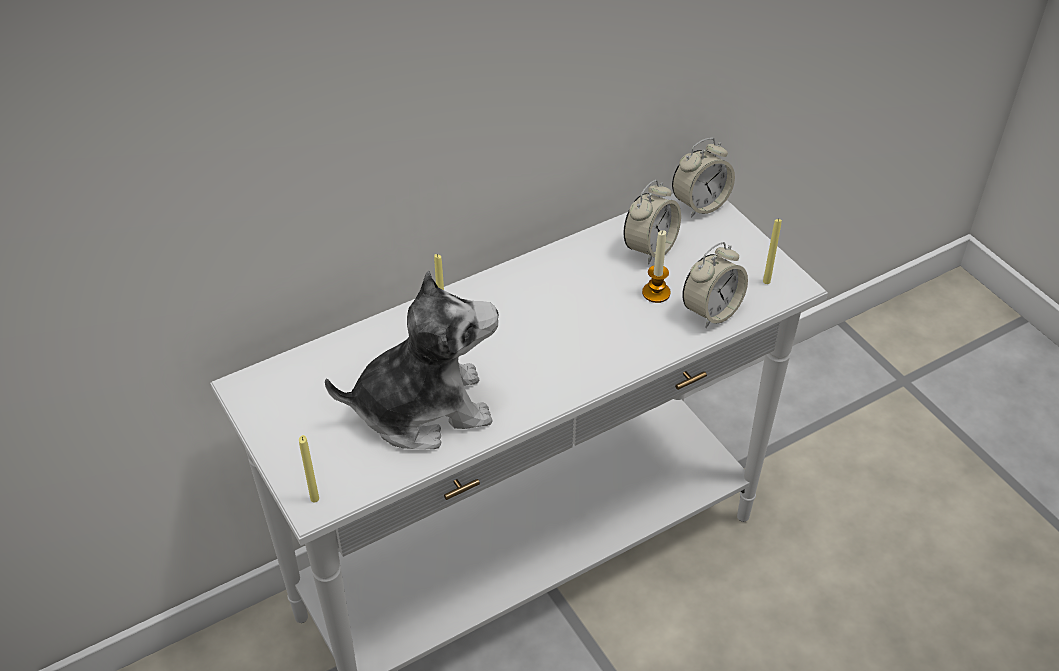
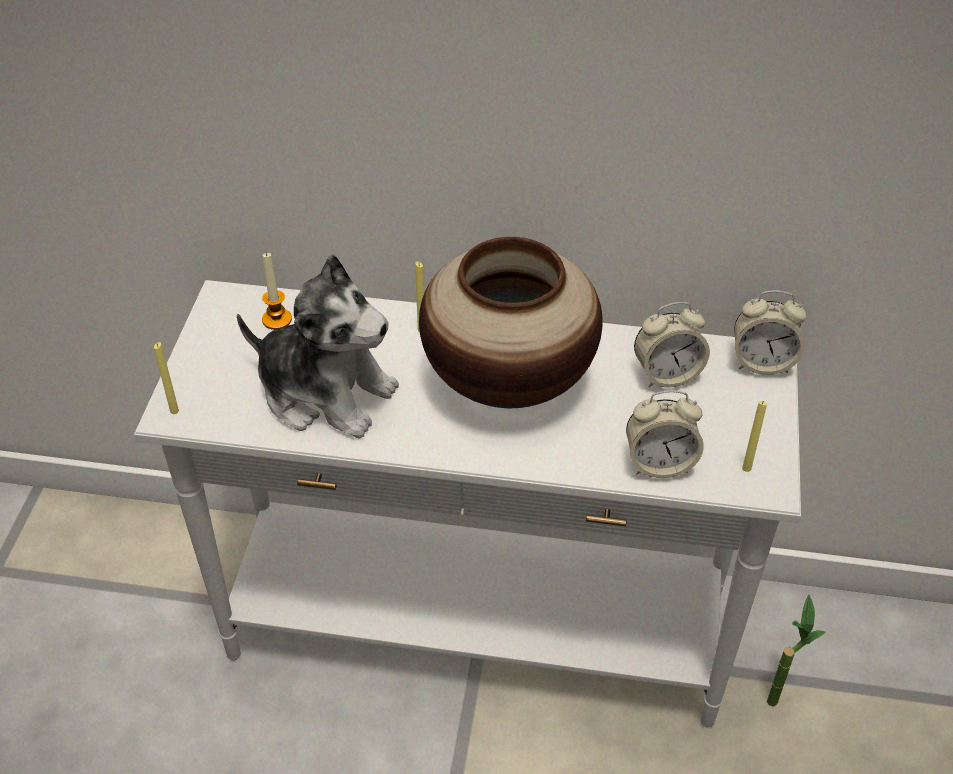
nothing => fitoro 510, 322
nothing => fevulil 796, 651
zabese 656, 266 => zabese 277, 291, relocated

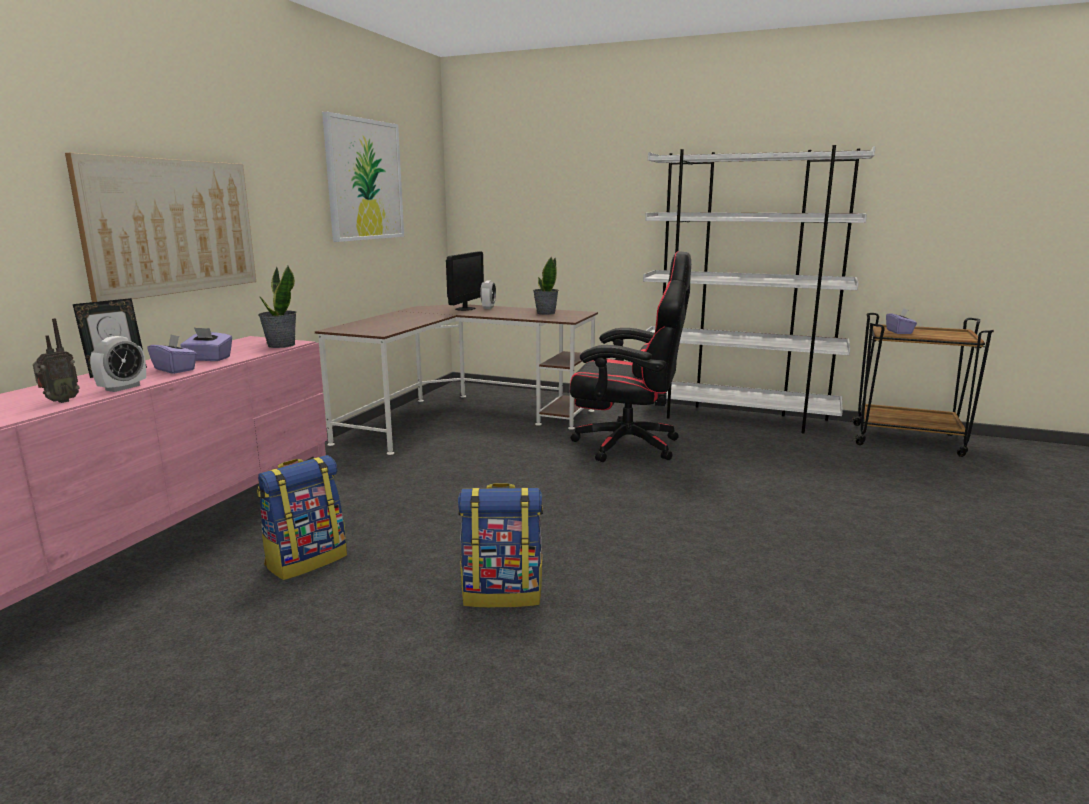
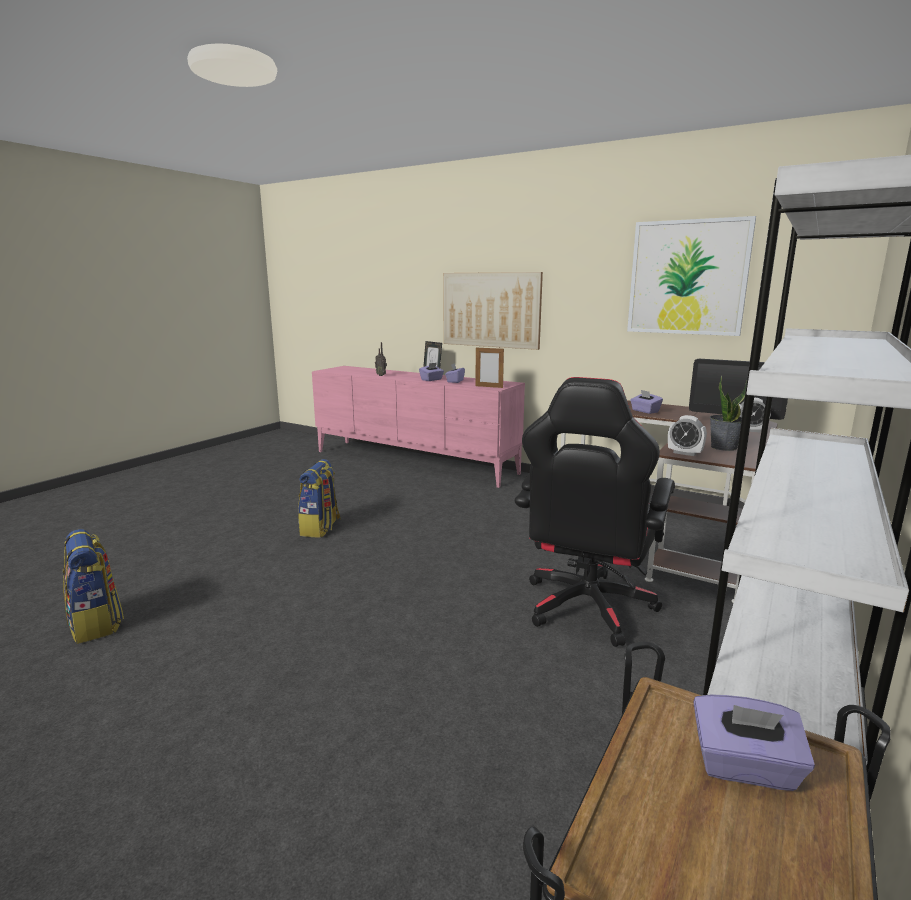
nothing => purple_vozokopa 646, 402
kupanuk 118, 364 => kupanuk 687, 435, relocated
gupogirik 302, 517 => gupogirik 93, 586, relocated
fevulil 277, 307 => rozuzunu 489, 367

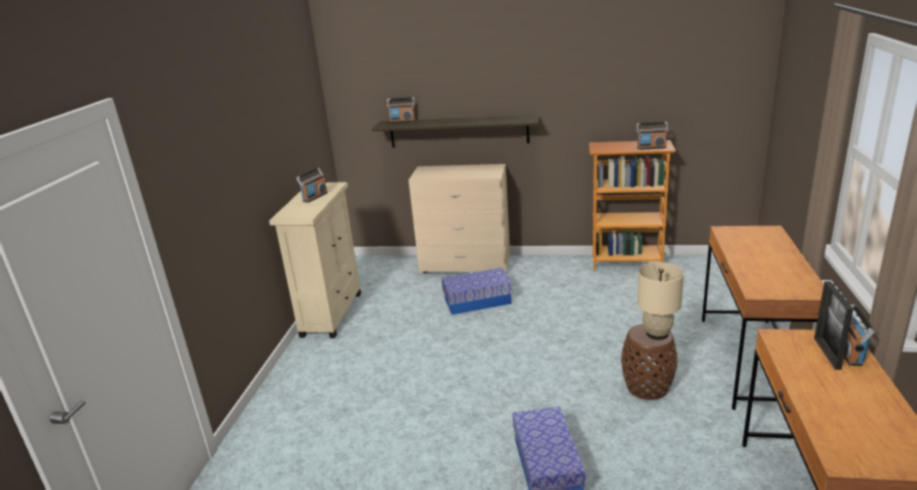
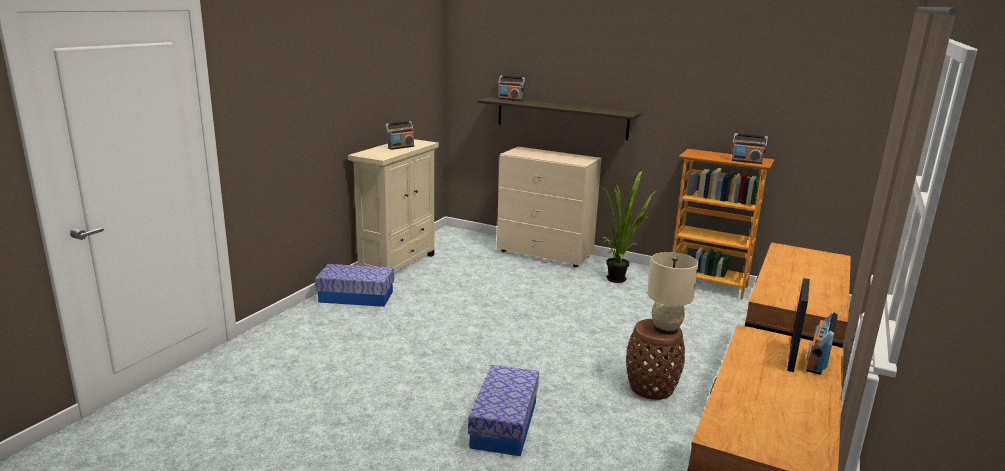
nothing => fevulil 627, 227
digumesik 477, 291 => digumesik 354, 285, relocated

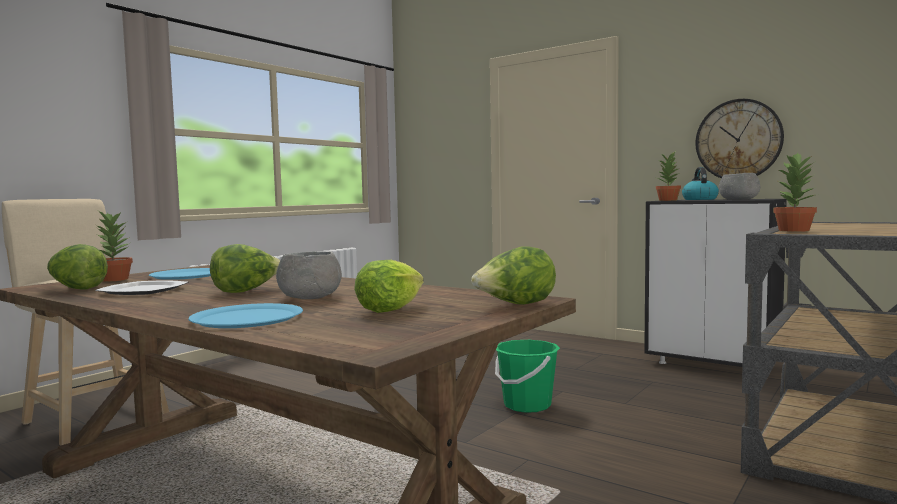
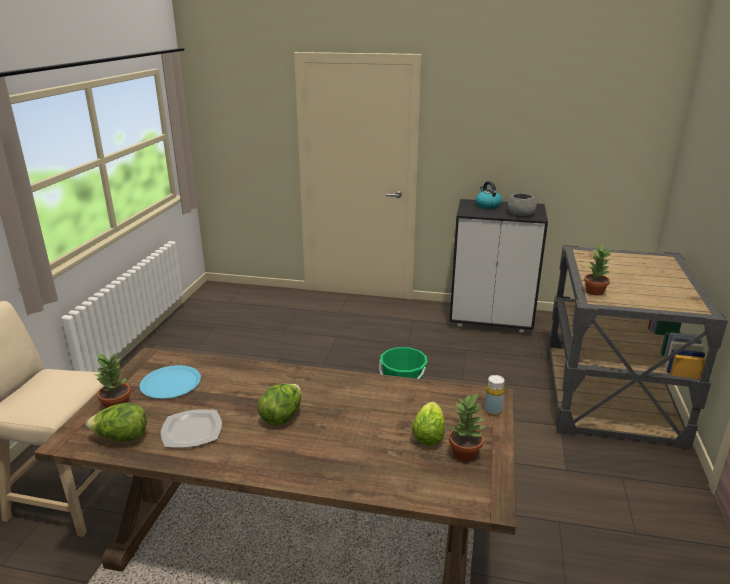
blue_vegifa 245, 315 => nothing
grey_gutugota 309, 275 => nothing
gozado 740, 138 => nothing
fevulil 668, 176 => fevulil 466, 427, relocated
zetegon 513, 275 => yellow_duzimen 494, 395

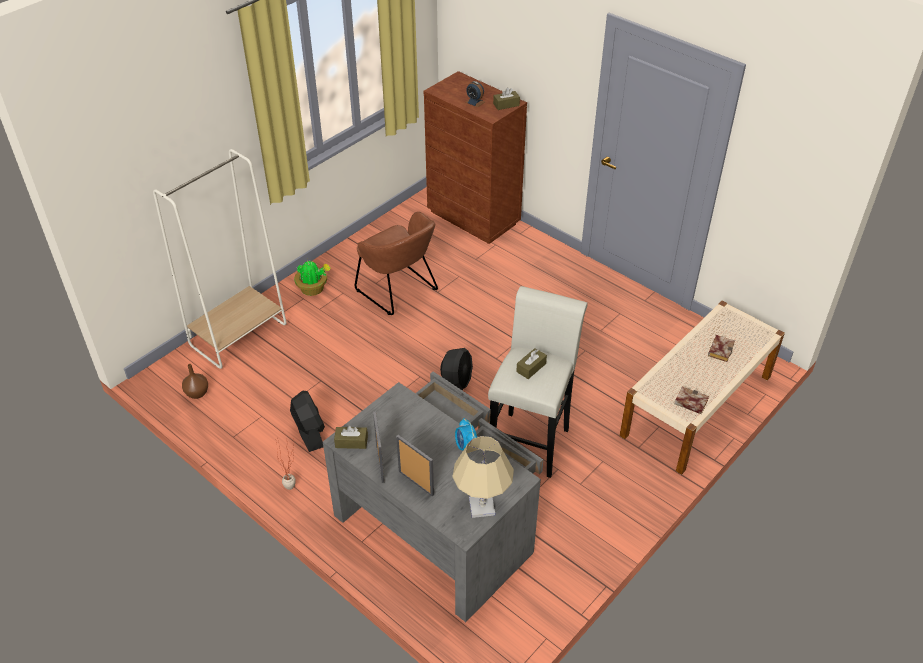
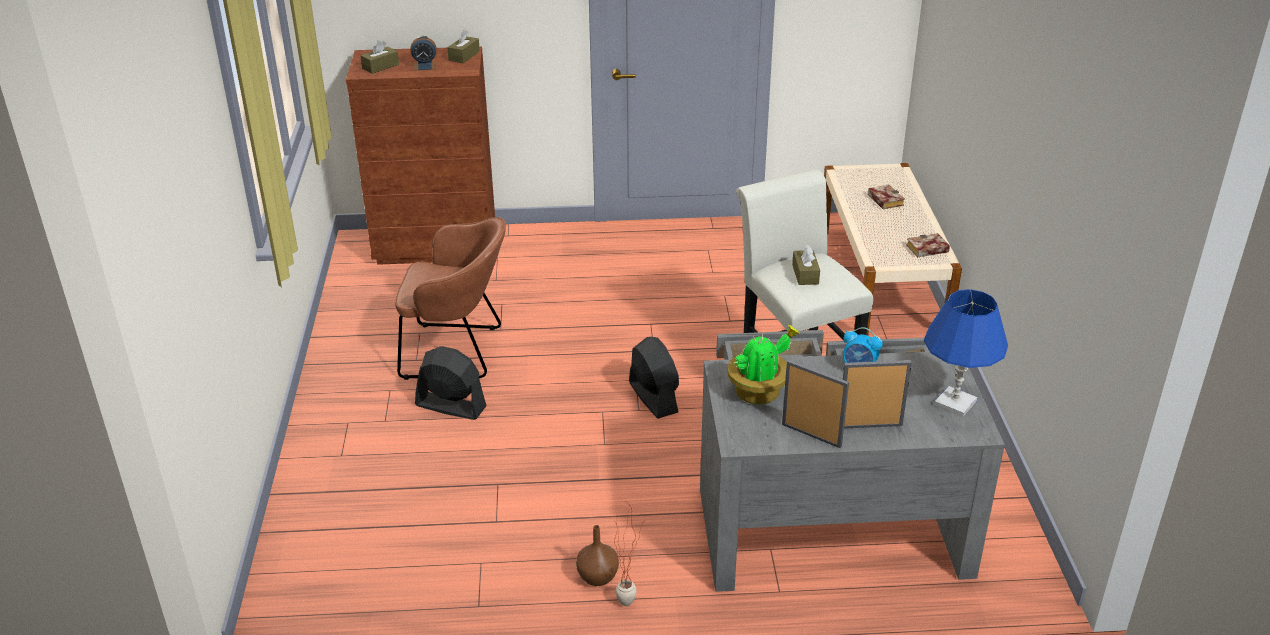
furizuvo 219, 259 => nothing
brown_fitoro 195, 381 => brown_fitoro 597, 555, relocated
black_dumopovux 307, 421 => black_dumopovux 451, 383, relocated
fevulil 312, 278 => fevulil 763, 364, relocated
brown_vozokopa 351, 437 => brown_vozokopa 379, 57, relocated
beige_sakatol 483, 477 => blue_sakatol 966, 353

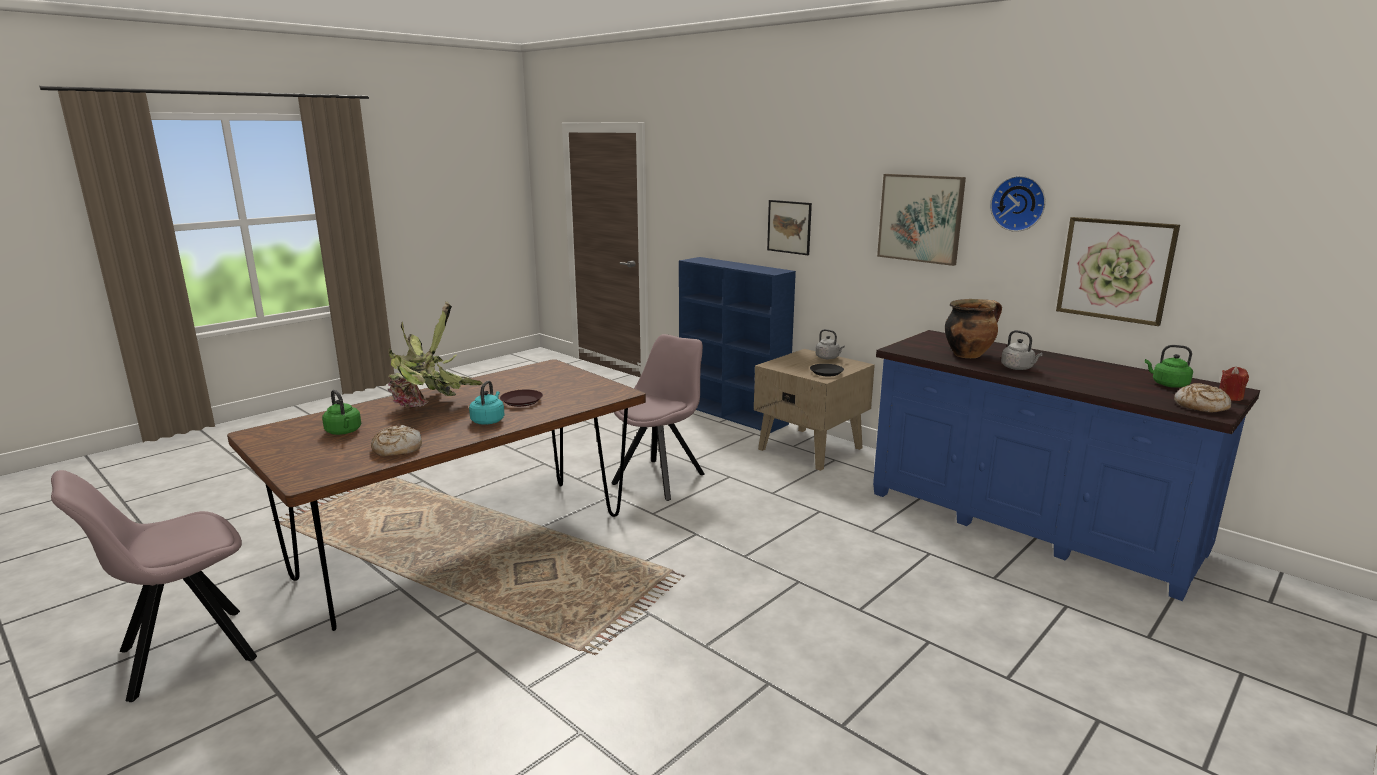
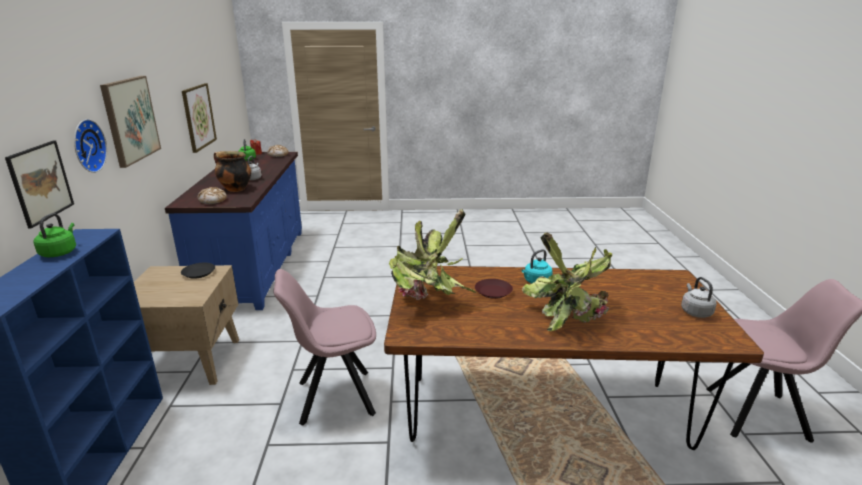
nothing => fevulil 432, 254
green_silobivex 341, 412 => green_silobivex 54, 235, relocated
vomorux 396, 440 => vomorux 212, 195, relocated
grey_silobivex 830, 344 => grey_silobivex 699, 297, relocated
gozado 1018, 204 => gozado 90, 146, relocated

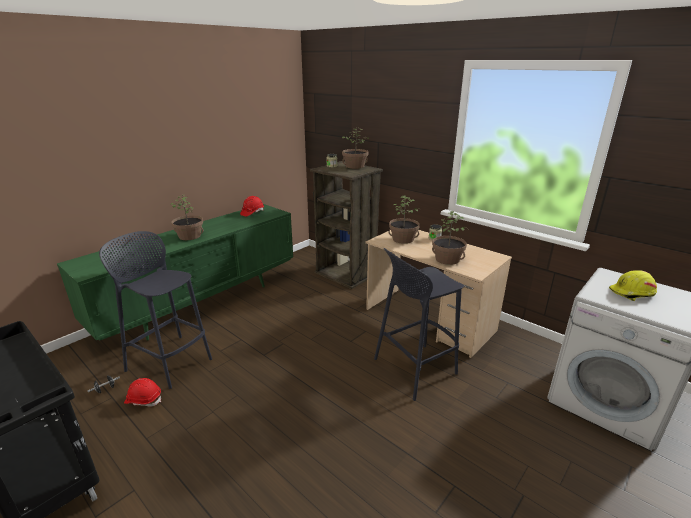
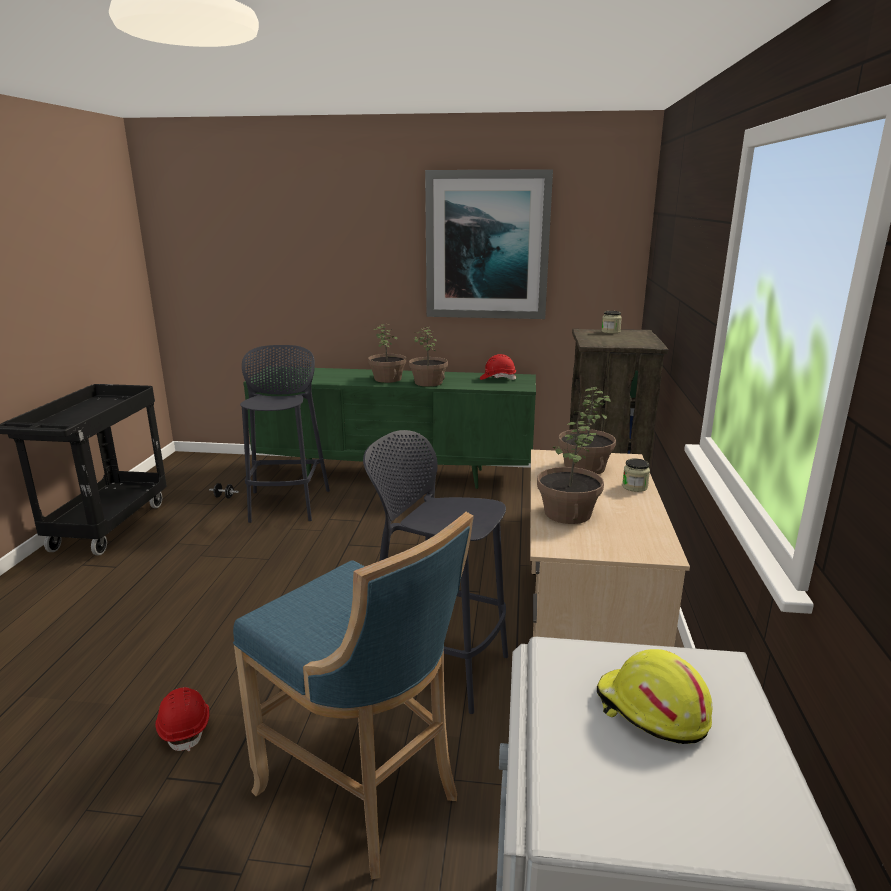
nothing => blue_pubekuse 353, 696
nothing => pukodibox 489, 244
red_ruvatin 142, 392 => red_ruvatin 182, 719, relocated
fevulil 355, 148 => fevulil 428, 356, relocated

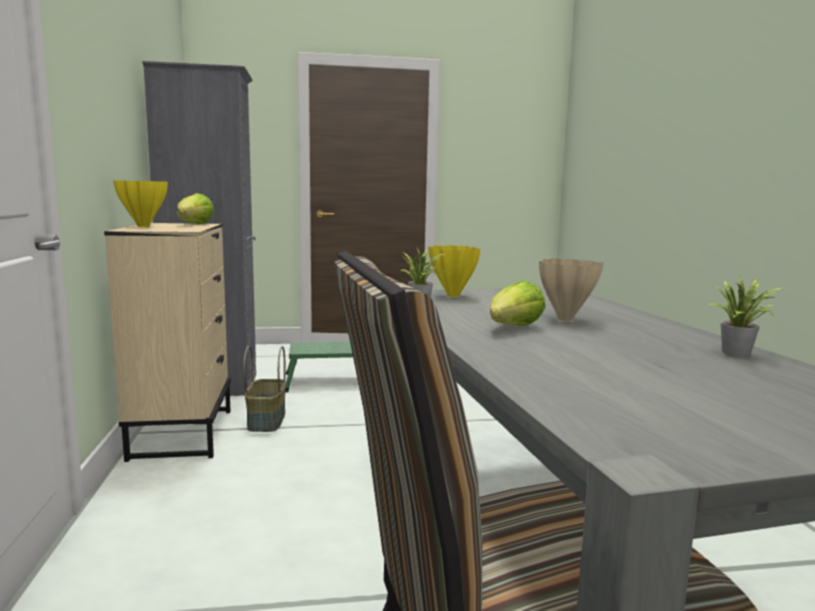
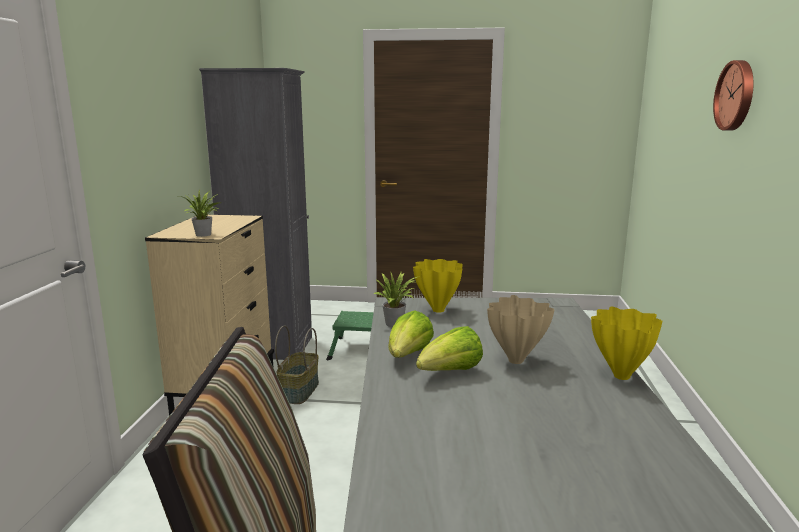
nothing => gozado 733, 95
yellow_fitoro 140, 203 => yellow_fitoro 627, 343, relocated
zetegon 195, 208 => zetegon 411, 334, relocated
fevulil 745, 316 => fevulil 200, 213, relocated

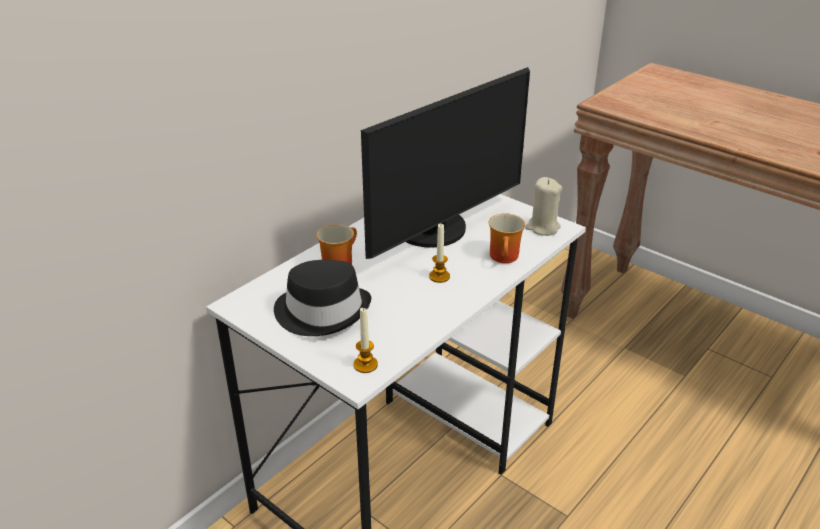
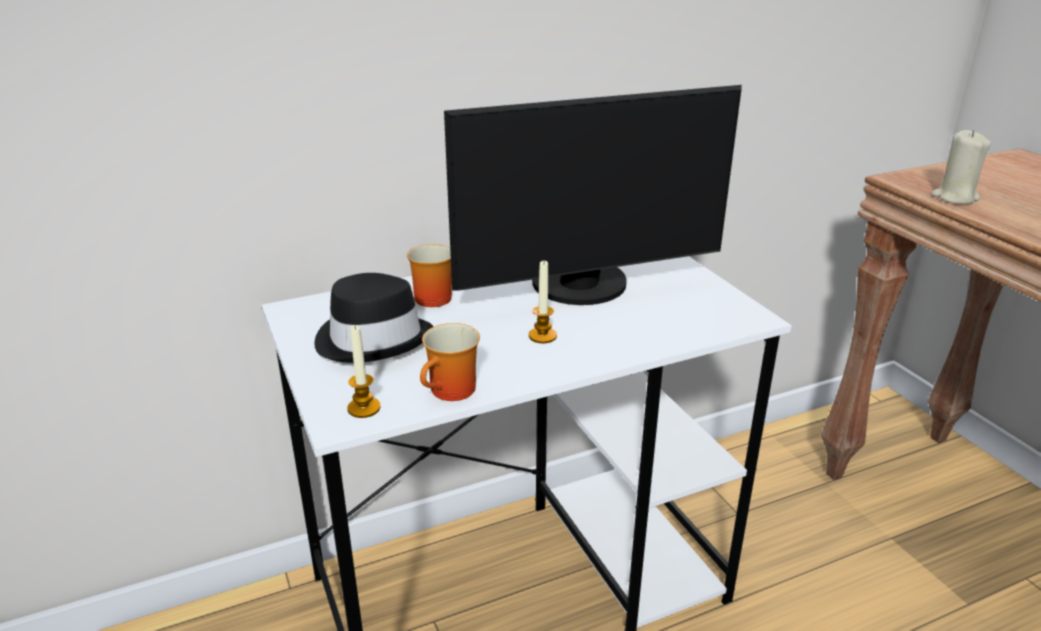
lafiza 507, 238 => lafiza 450, 362, relocated
beige_zabese 543, 206 => beige_zabese 961, 167, relocated

